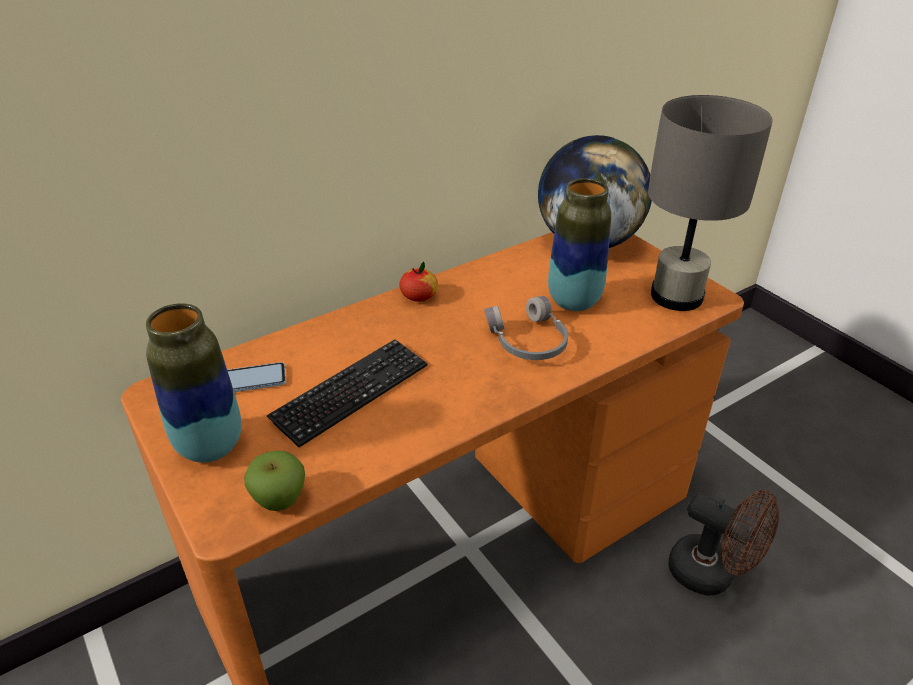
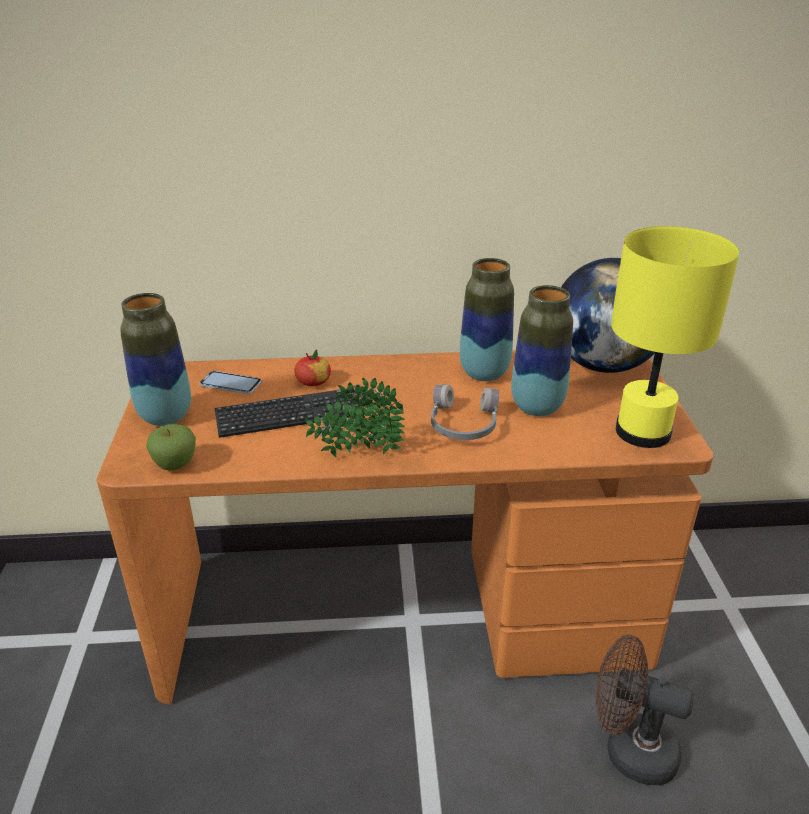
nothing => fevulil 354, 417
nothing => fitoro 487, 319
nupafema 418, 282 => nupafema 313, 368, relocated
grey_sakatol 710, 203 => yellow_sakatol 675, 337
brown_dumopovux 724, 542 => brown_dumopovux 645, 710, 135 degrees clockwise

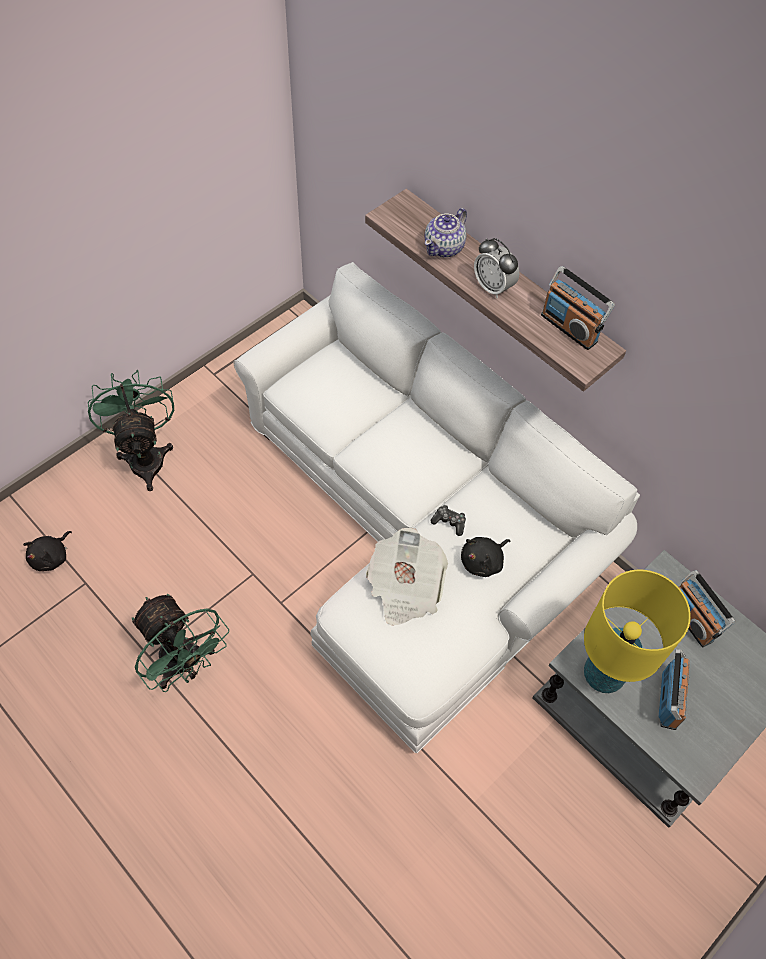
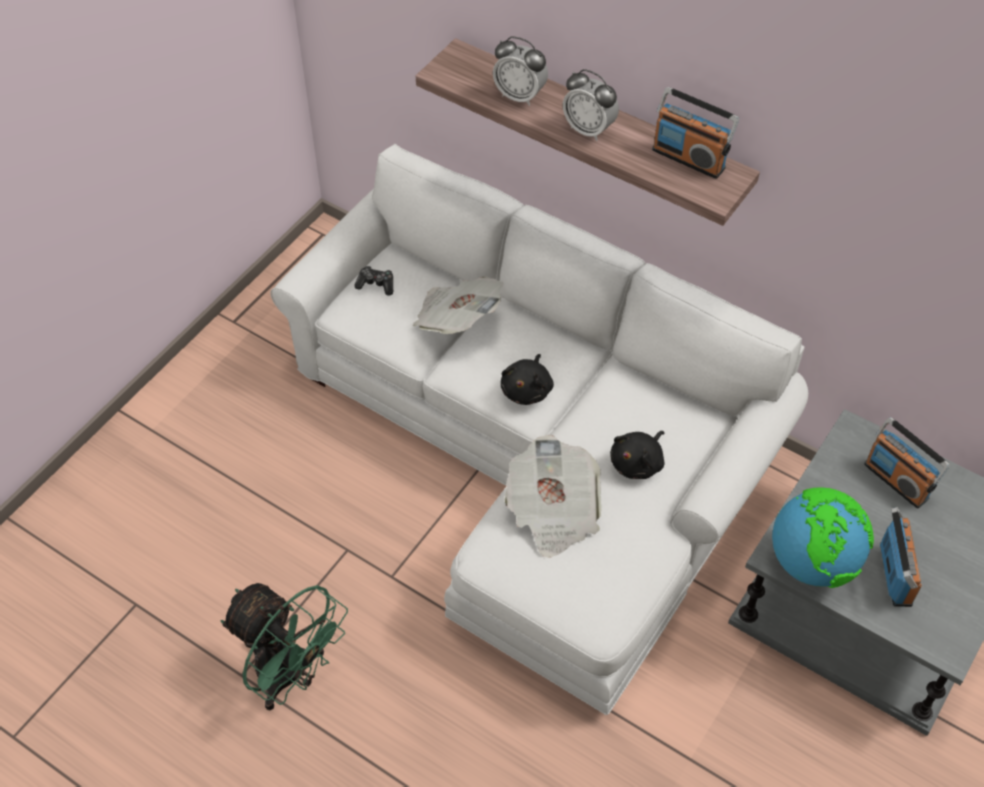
green_dumopovux 131, 430 => nothing
nothing => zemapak 458, 305
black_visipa 47, 551 => black_visipa 527, 379, relocated
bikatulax 448, 520 => bikatulax 374, 281, relocated
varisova 445, 233 => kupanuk 520, 71
yellow_sakatol 637, 631 => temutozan 823, 537

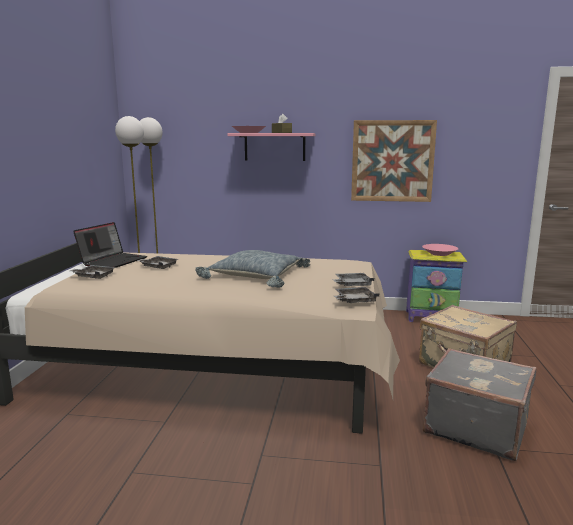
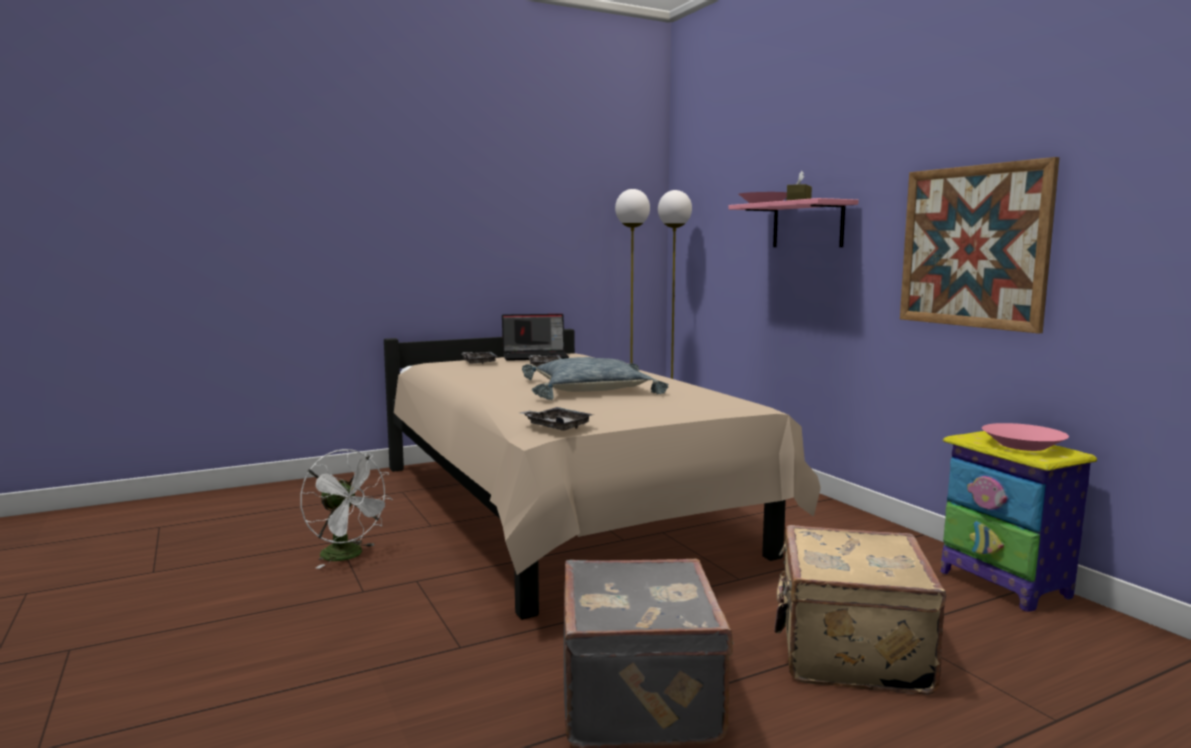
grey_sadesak 353, 279 => nothing
nothing => white_dumopovux 346, 509

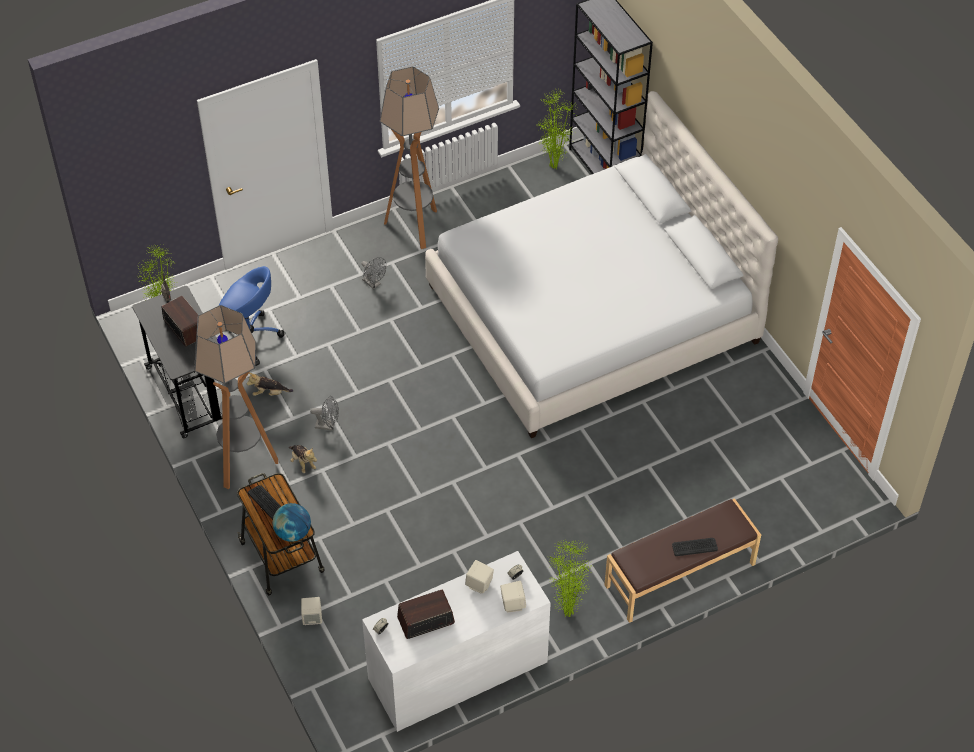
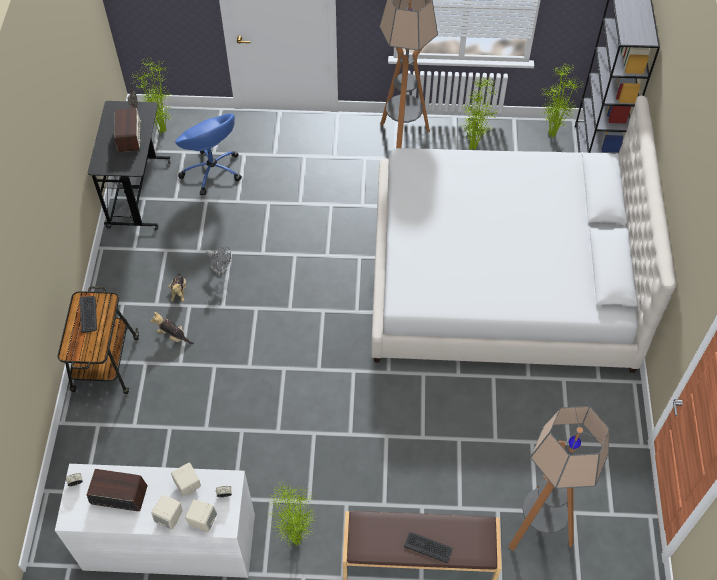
temutozan 291, 522 => nothing
grey_dumopovux 373, 273 => nothing
nothing => fevulil 480, 113
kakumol 236, 397 => kakumol 559, 478, relocated
visipa 270, 384 => visipa 172, 328, relocated
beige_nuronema 311, 611 => beige_nuronema 166, 512, relocated

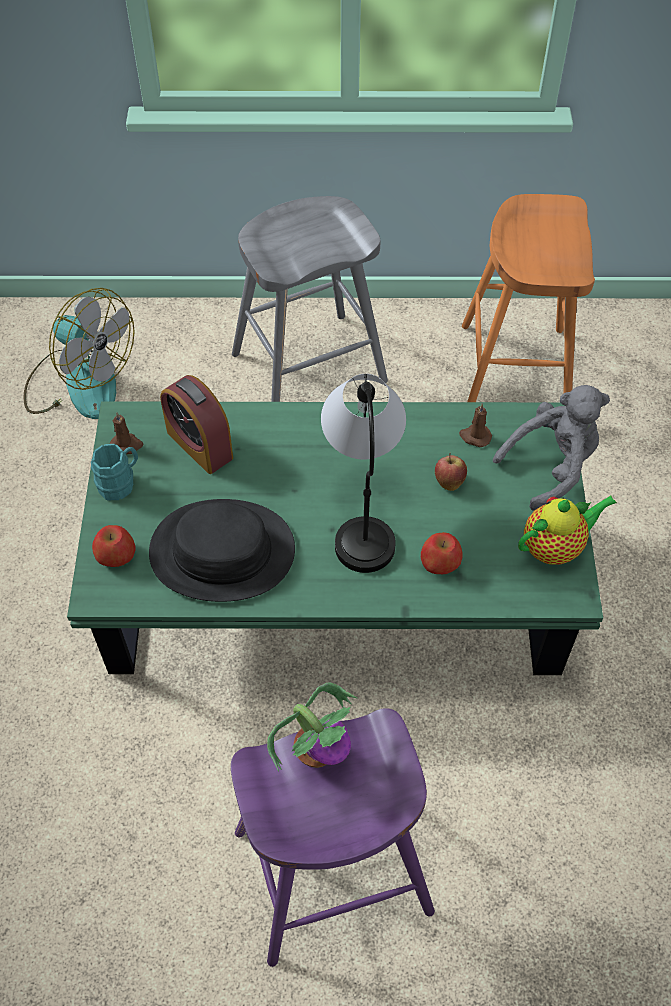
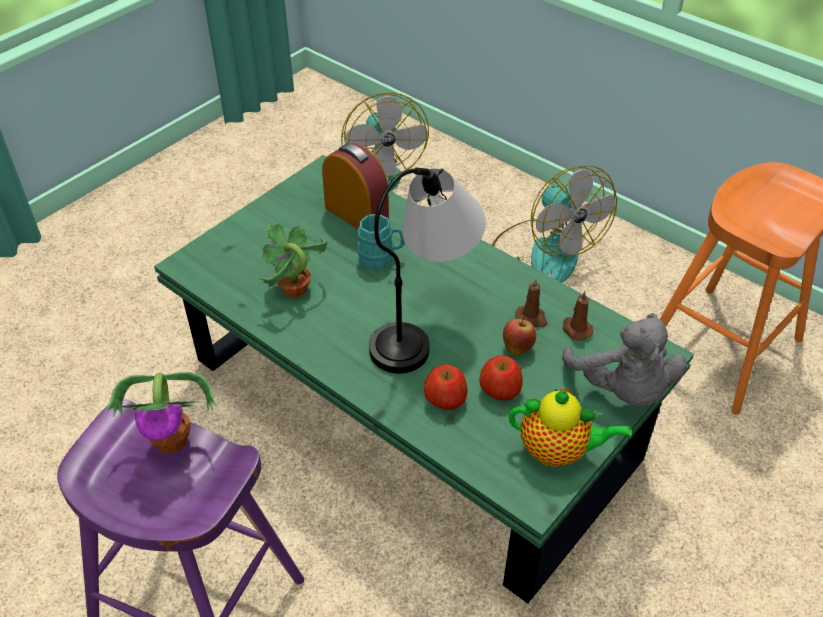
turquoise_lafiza 114, 472 => turquoise_lafiza 381, 242, relocated
nupafema 113, 546 => nupafema 501, 378, relocated
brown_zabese 126, 433 => brown_zabese 531, 302, relocated
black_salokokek 222, 550 => fevulil 291, 260
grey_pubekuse 310, 299 => dumopovux 554, 224
kupanuk 196, 424 => kupanuk 355, 186, 135 degrees clockwise
grey_visipa 551, 448 => grey_visipa 624, 360, 60 degrees clockwise

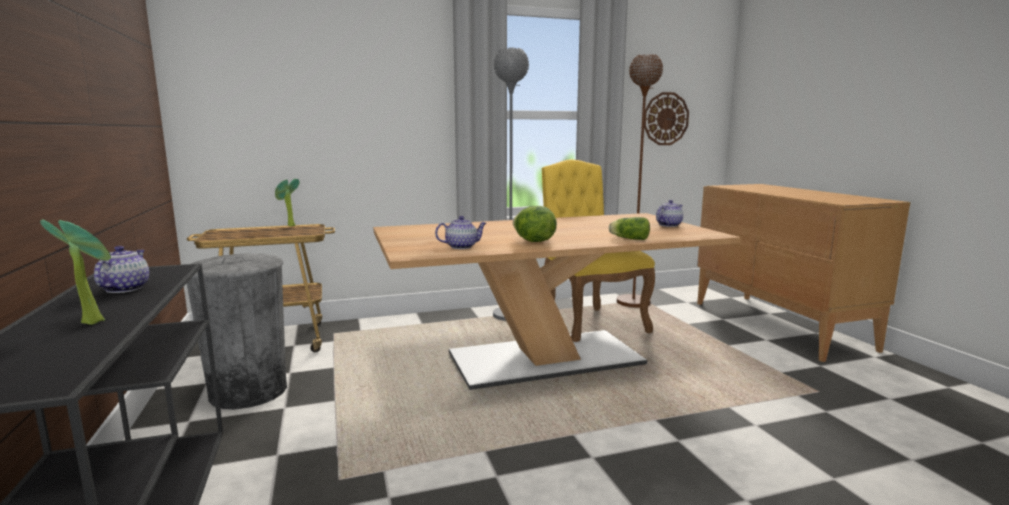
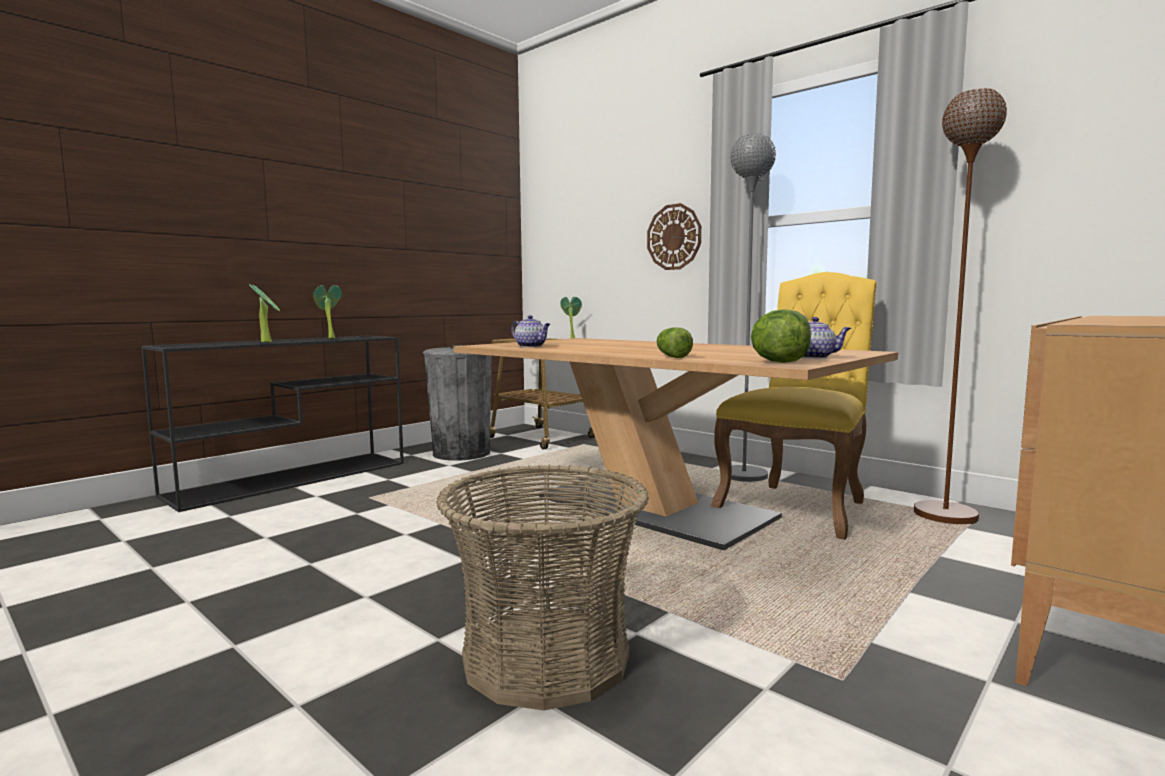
nothing => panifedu 542, 588
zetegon 535, 224 => zetegon 781, 336, relocated
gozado 666, 118 => gozado 674, 236, relocated
varisova 121, 269 => fevulil 327, 312

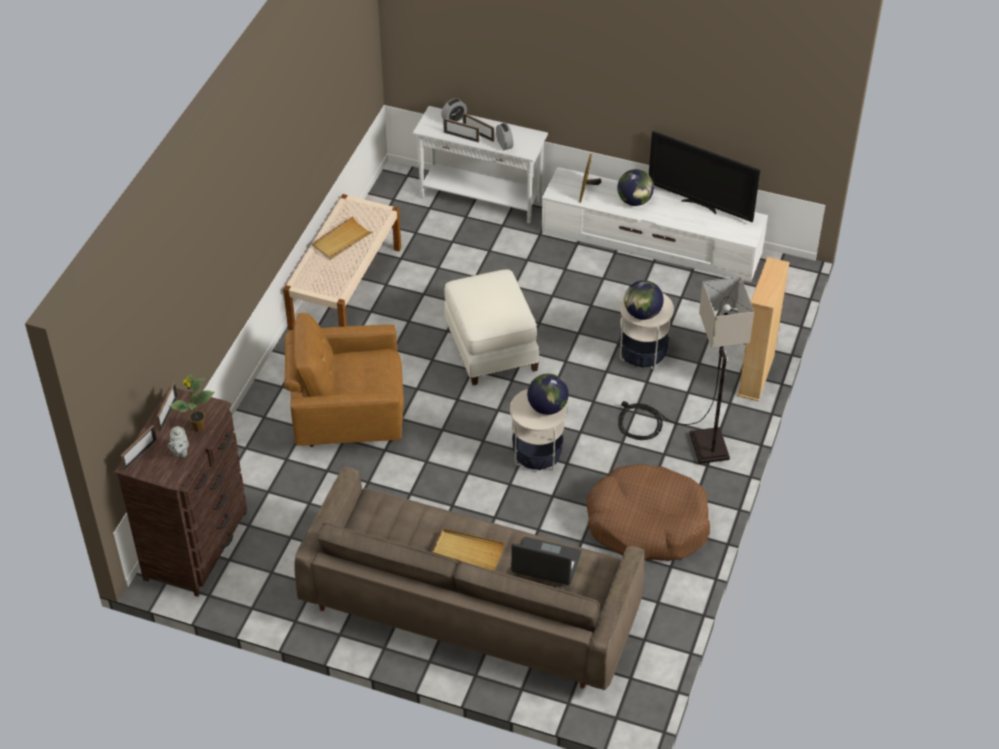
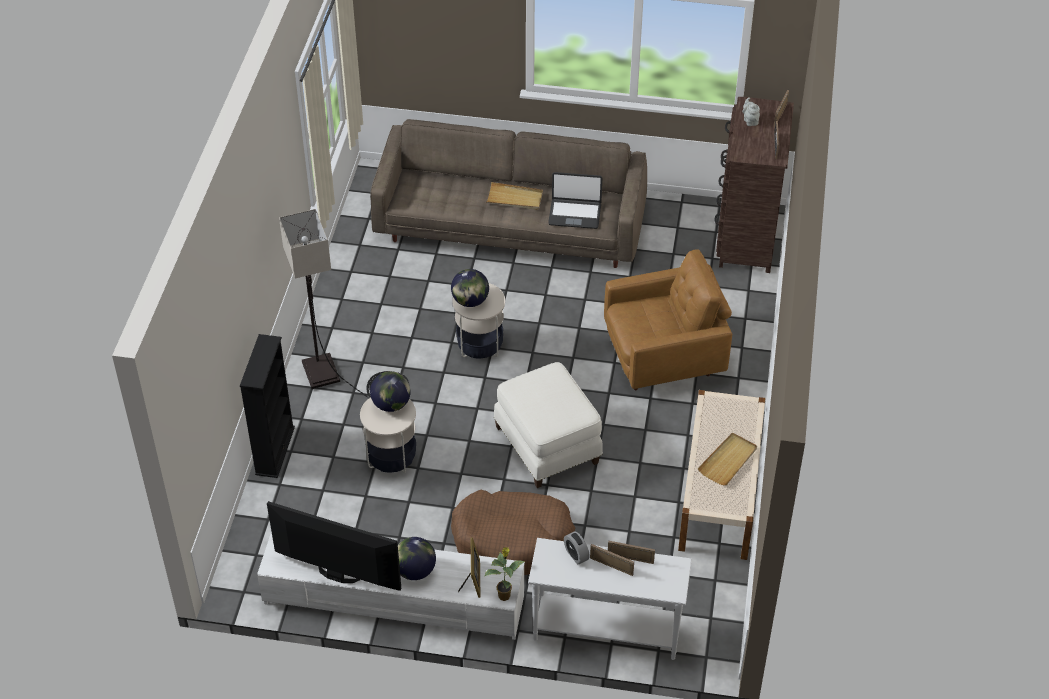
kupanuk 454, 110 => nothing
fevulil 192, 403 => fevulil 504, 574, relocated
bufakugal 546, 561 => bufakugal 575, 200, relocated
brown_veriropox 648, 512 => brown_veriropox 513, 532, relocated
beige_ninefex 763, 329 => black_ninefex 267, 406

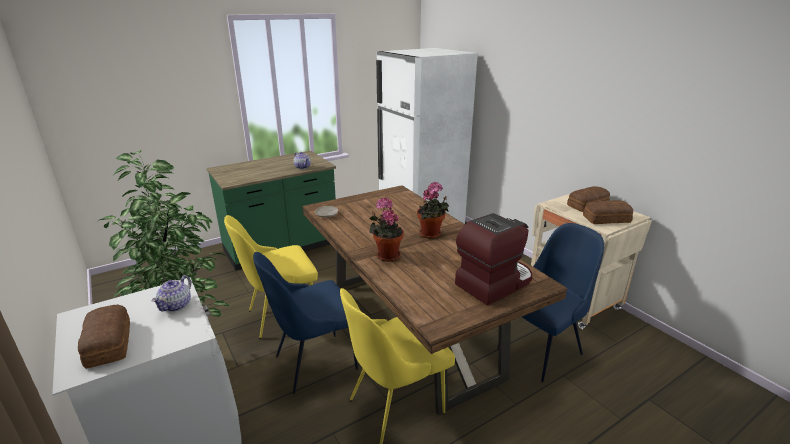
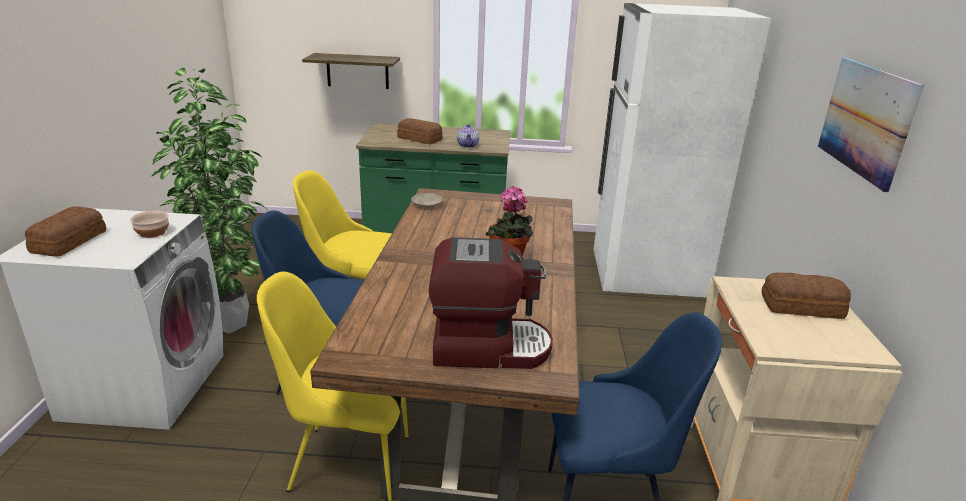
fevulil 386, 230 => nothing
nothing => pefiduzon 351, 71
nothing => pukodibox 871, 124
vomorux 608, 212 => vomorux 420, 131, relocated
varisova 171, 293 => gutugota 149, 224

